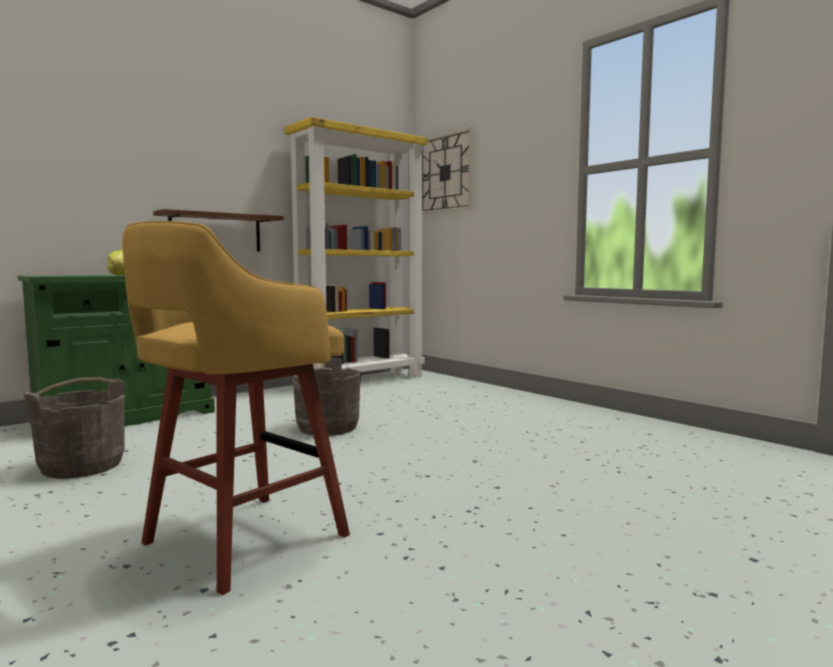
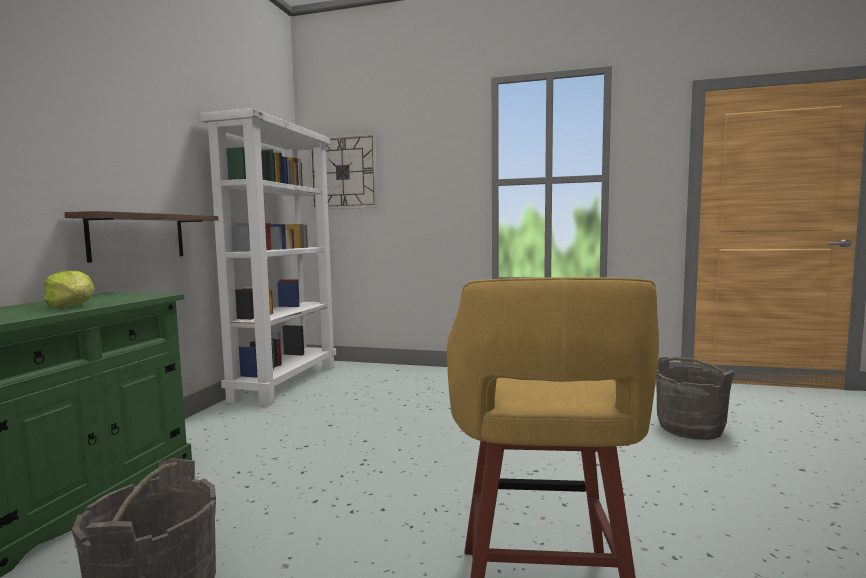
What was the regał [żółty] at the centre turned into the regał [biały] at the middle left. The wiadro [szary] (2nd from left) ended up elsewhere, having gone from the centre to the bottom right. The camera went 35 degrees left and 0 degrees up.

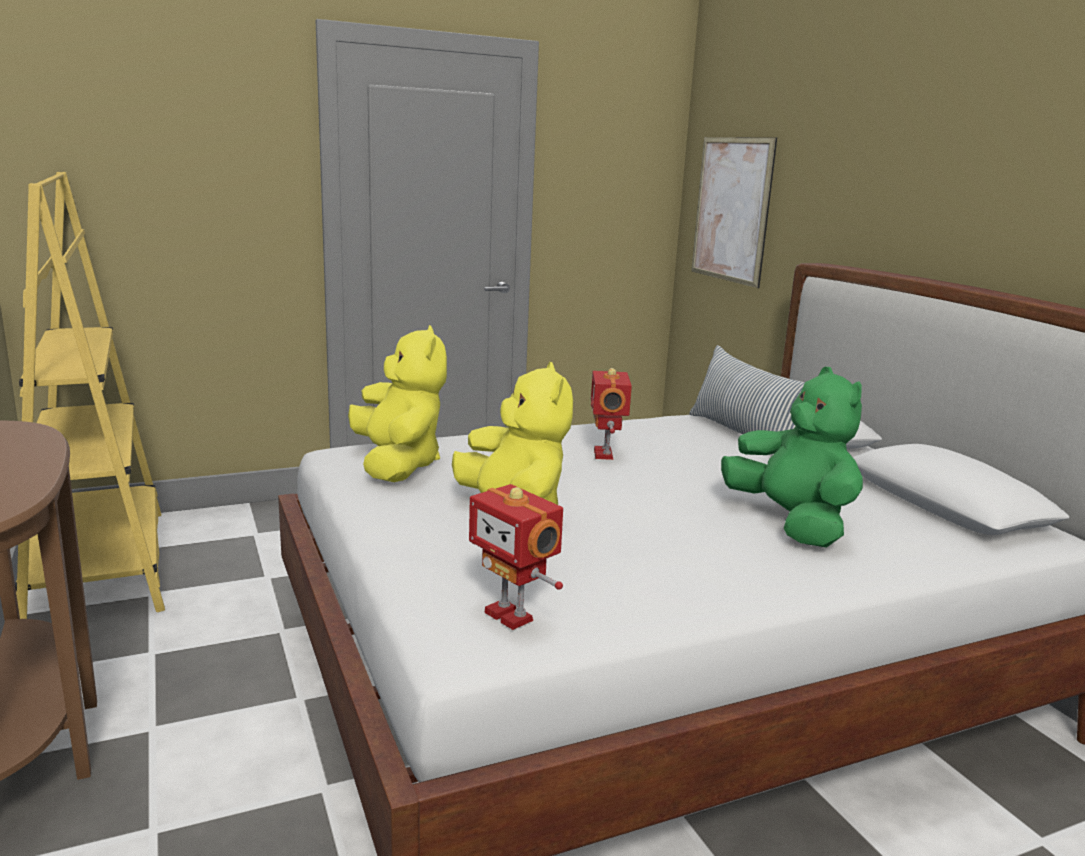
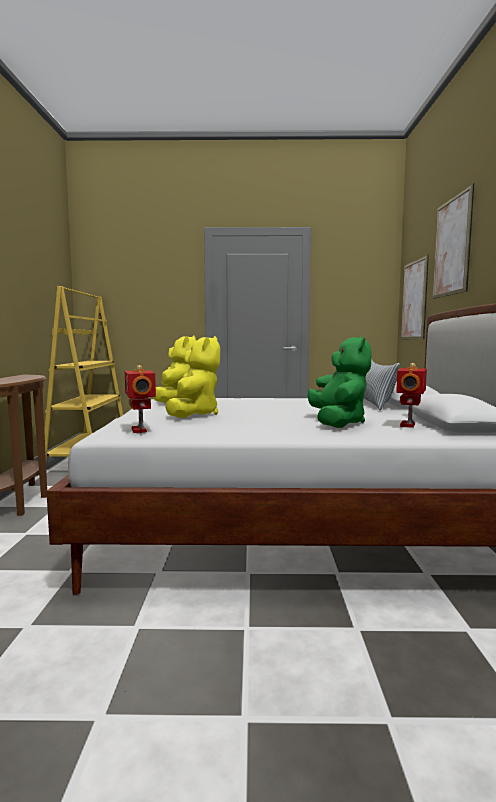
The robot zabawkowy (2nd from left) ended up elsewhere, having gone from the centre to the middle right. The second view gained the obraz (2nd from left) at the top right. The camera went 25 degrees right and 10 degrees down.

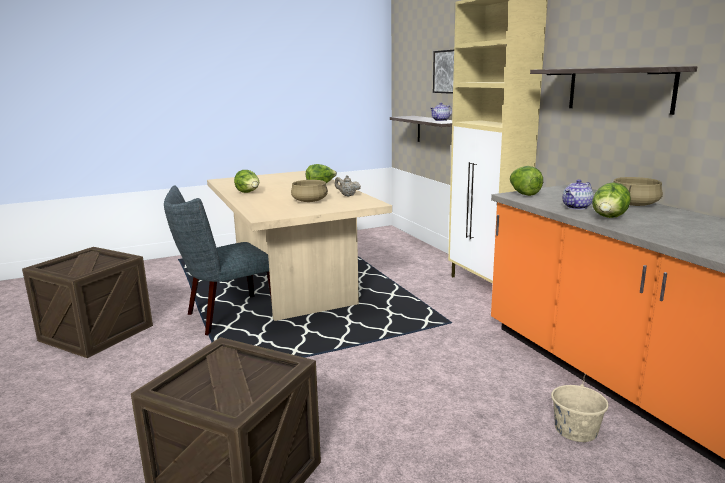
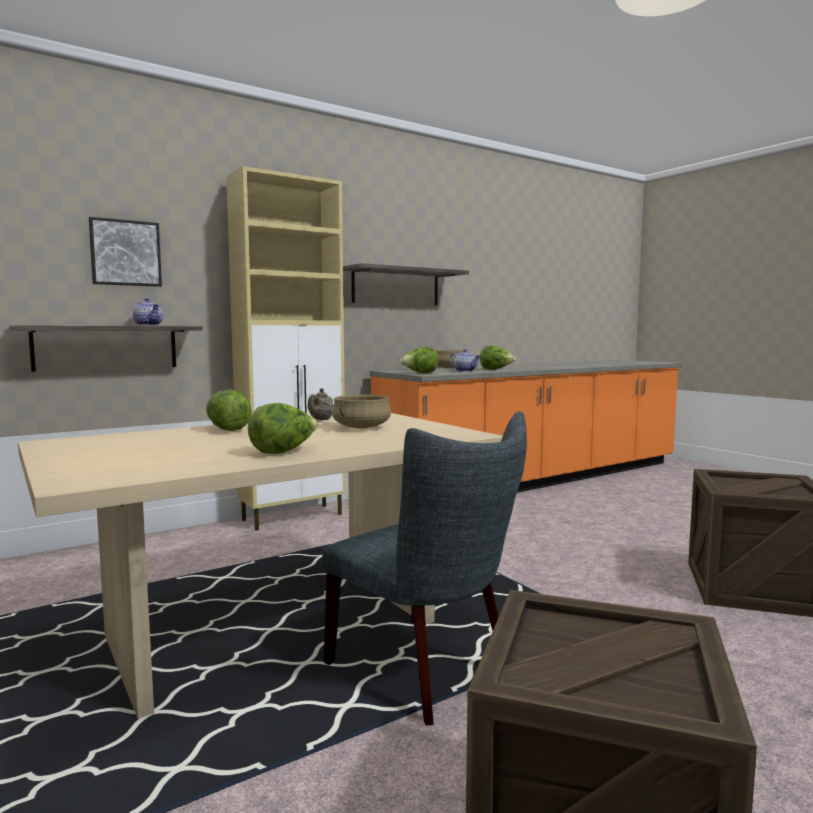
The second view lost the wiadro [beżowy] at the bottom right. The camera went 100 degrees left and 10 degrees down.

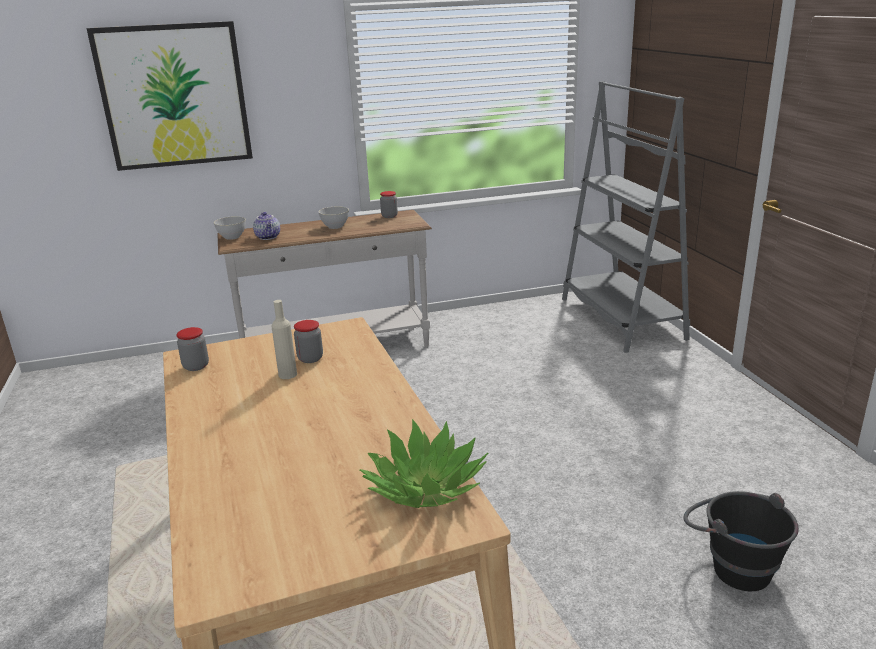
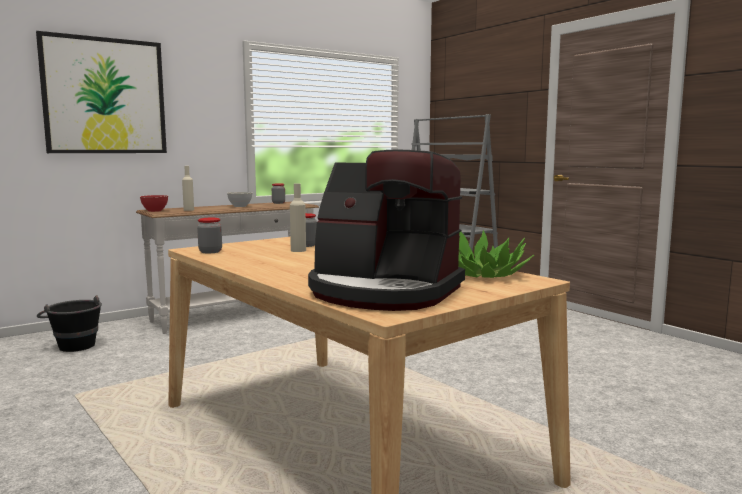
Where the imbryk stood at the middle left, the butelka [beżowy] (1st from left) came to stand at the middle left. What was the miska [szary] (1st from left) at the middle left turned into the miska [czerwony] at the middle left. The wiadro [czarny] ended up elsewhere, having gone from the bottom right to the middle left. The second view gained the ekspres do kawy at the centre. The camera went 20 degrees left and 15 degrees down.

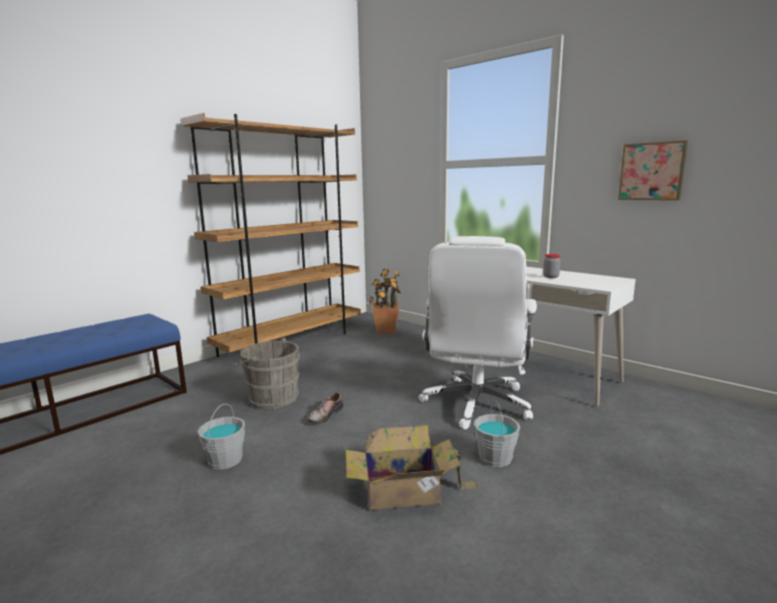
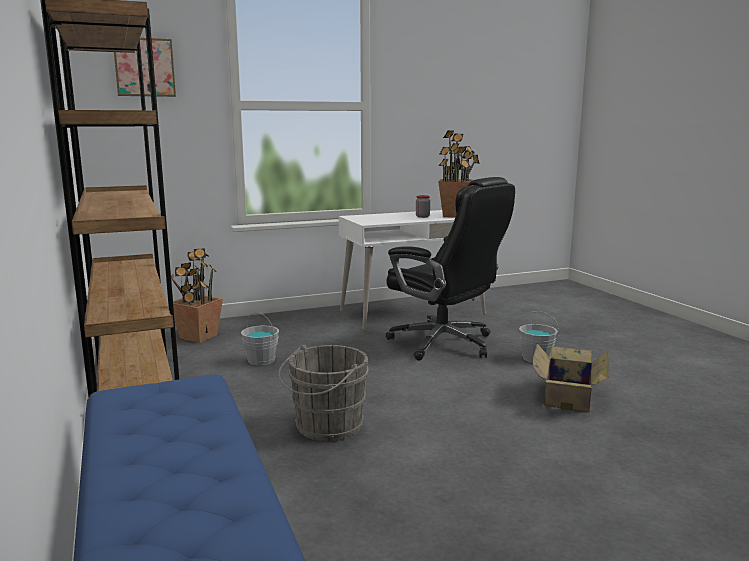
The obraz ended up elsewhere, having gone from the top right to the top left. What was the krzesło biurowe [biały] at the centre turned into the krzesło biurowe [czarny] at the centre. The second view lost the but at the bottom centre. The wiadro [szary] (1st from left) ended up elsewhere, having gone from the bottom left to the centre. The second view gained the roślina doniczkowa (2nd from left) at the top centre. The camera went 65 degrees left and 0 degrees up.

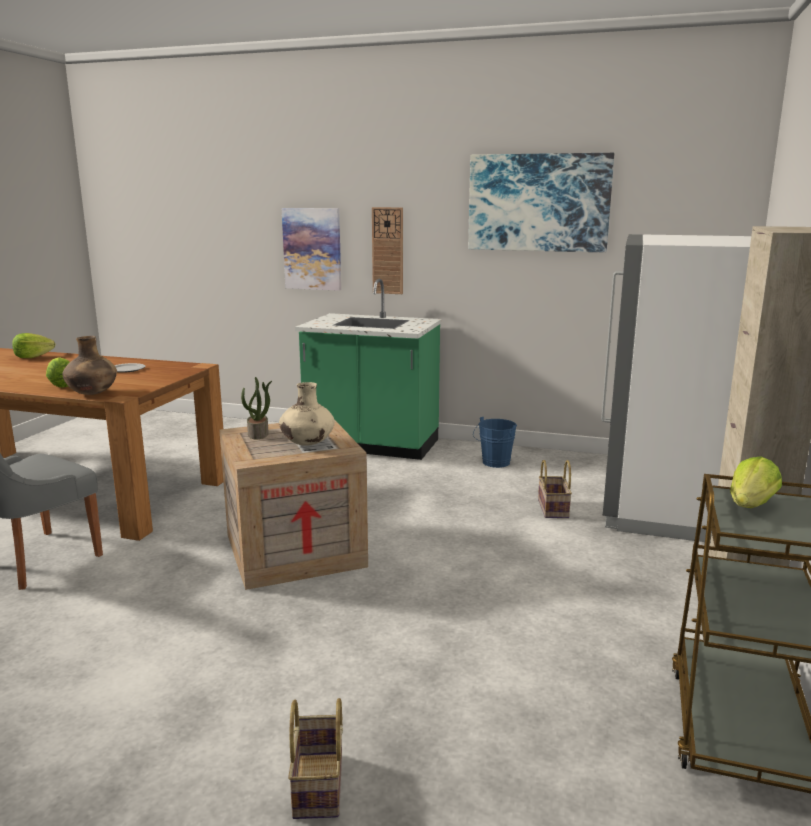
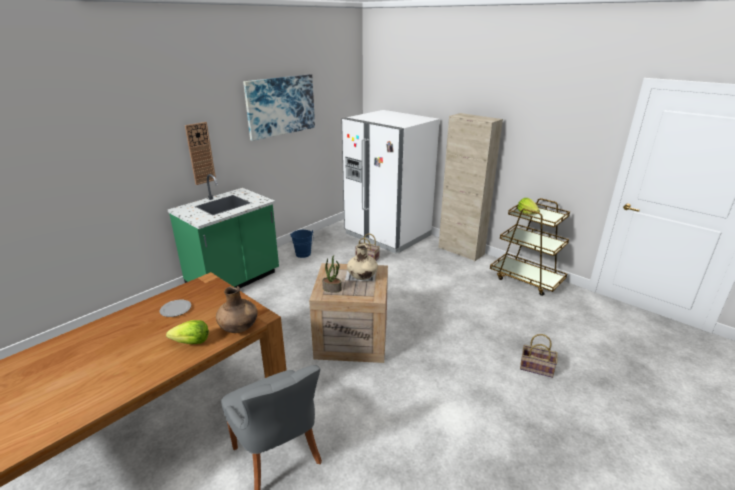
The second view lost the obraz (1st from left) at the top centre. The second view lost the sałata (1st from left) at the middle left. The camera went 65 degrees left and 10 degrees up.

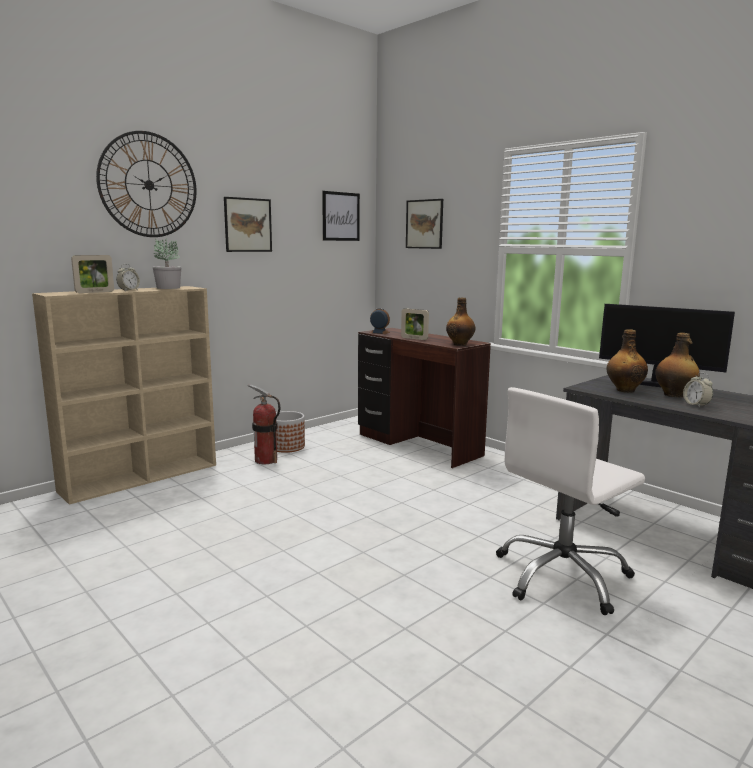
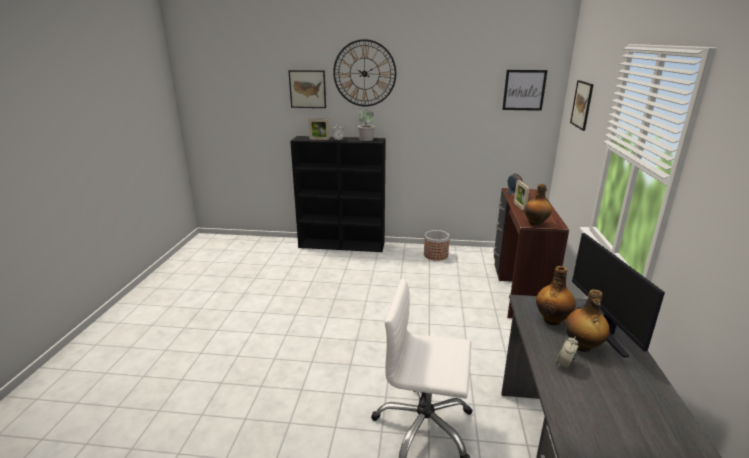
The obraz (1st from left) ended up elsewhere, having gone from the top left to the top centre. What was the regał [beżowy] at the middle left turned into the regał [czarny] at the centre. The second view lost the gaśnica at the centre. The camera went 50 degrees right and 10 degrees up.

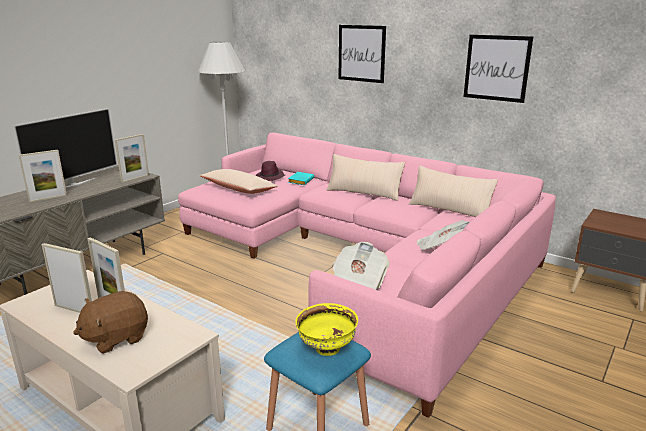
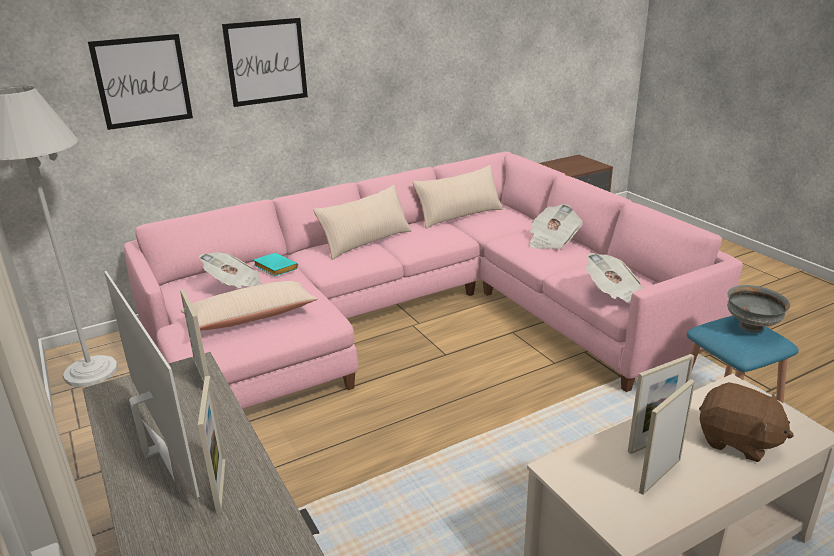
The obraz (2nd from left in the first image) ended up elsewhere, having gone from the top right to the top left. Where the kapelusz [fioletowy] stood at the centre, the gazeta (1st from left) came to stand at the middle left. The pluszak [brązowy] at the bottom left ended up facing another way, 45 degrees counterclockwise from before. What was the miska [żółty] at the bottom centre turned into the miska [szary] at the middle right. The camera went 65 degrees left and 5 degrees up.

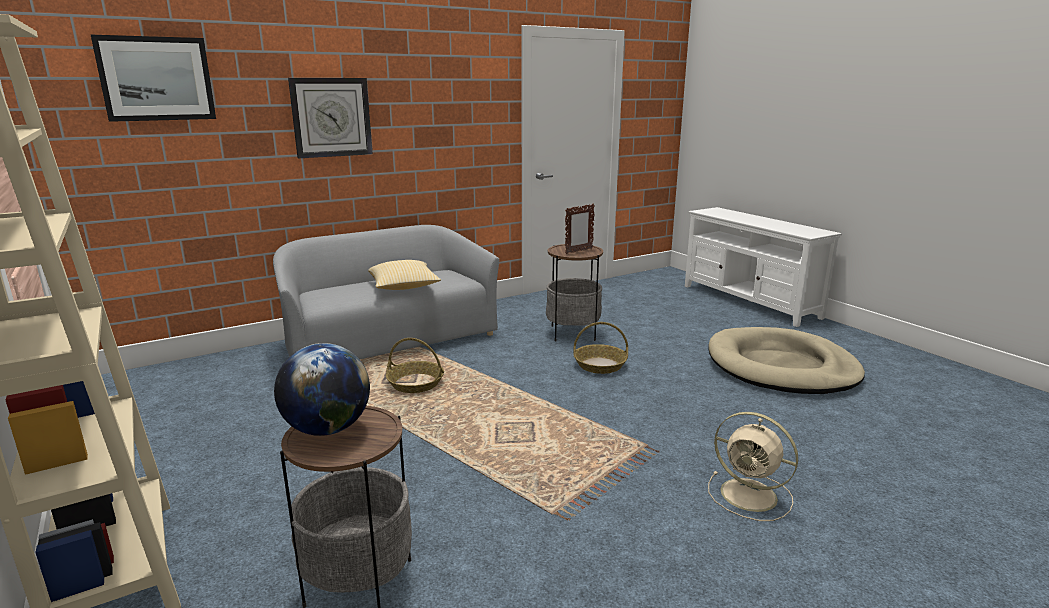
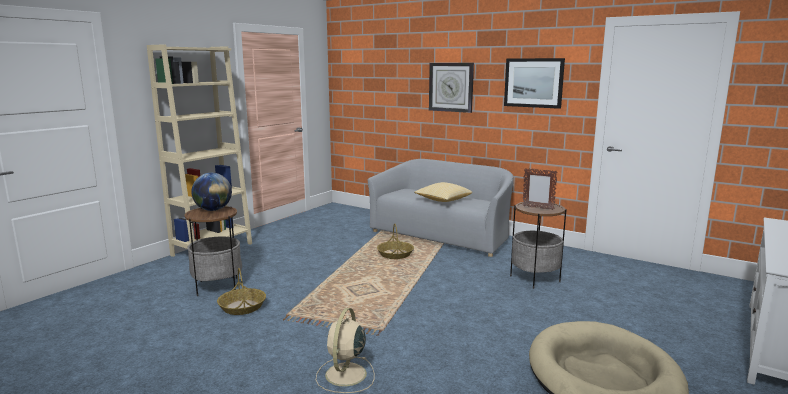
The obraz ended up elsewhere, having gone from the top left to the top right. The koszyk (2nd from left in the first image) ended up elsewhere, having gone from the centre to the bottom left. The camera went 65 degrees right and 5 degrees down.

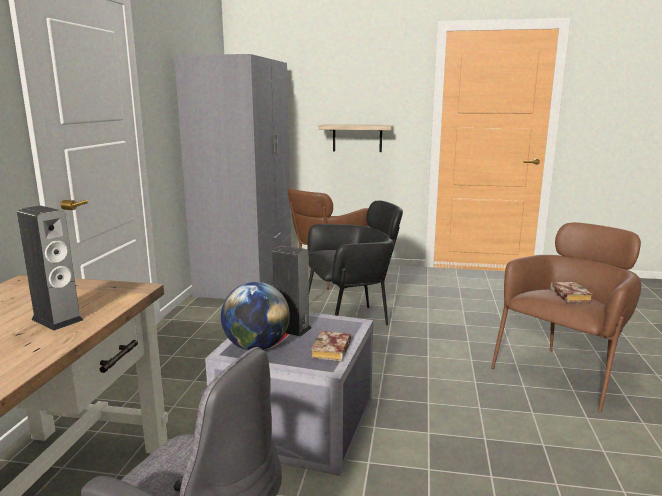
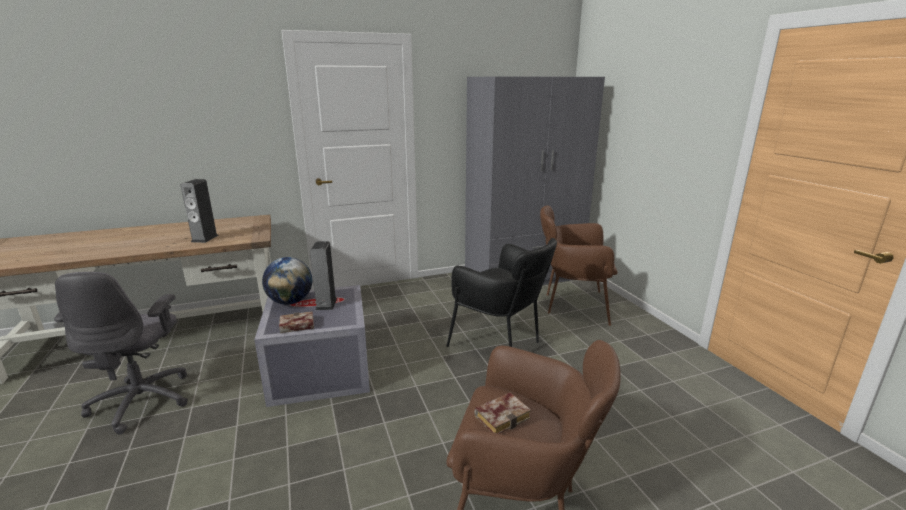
The second view lost the półka at the top centre. The camera went 60 degrees right and 5 degrees up.

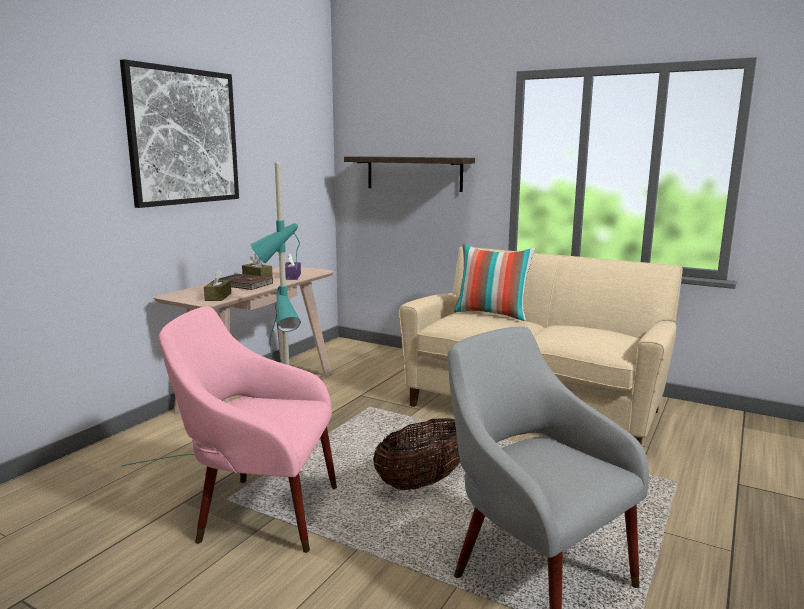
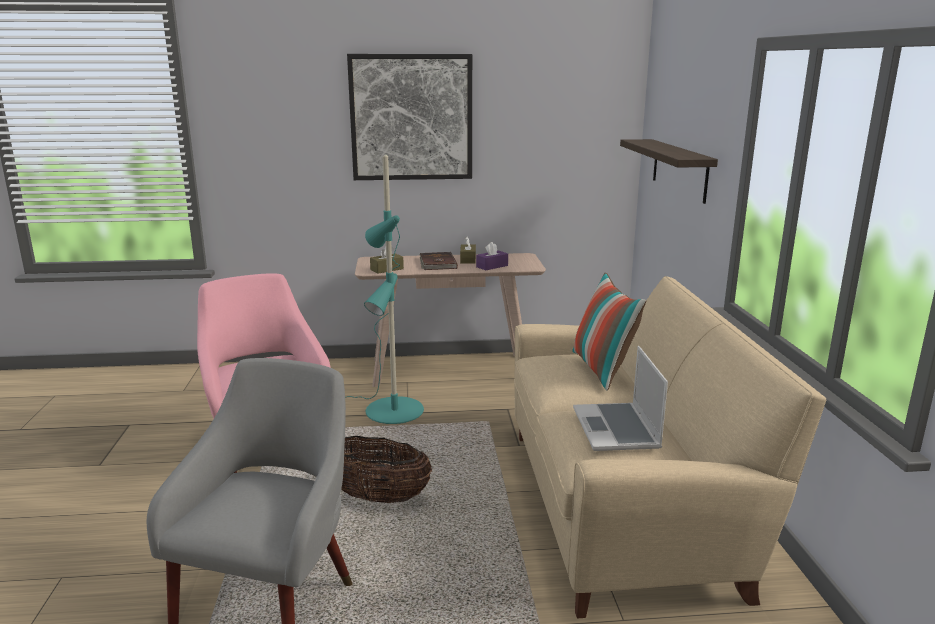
The second view gained the laptop at the centre. The camera went 55 degrees right and 5 degrees up.

